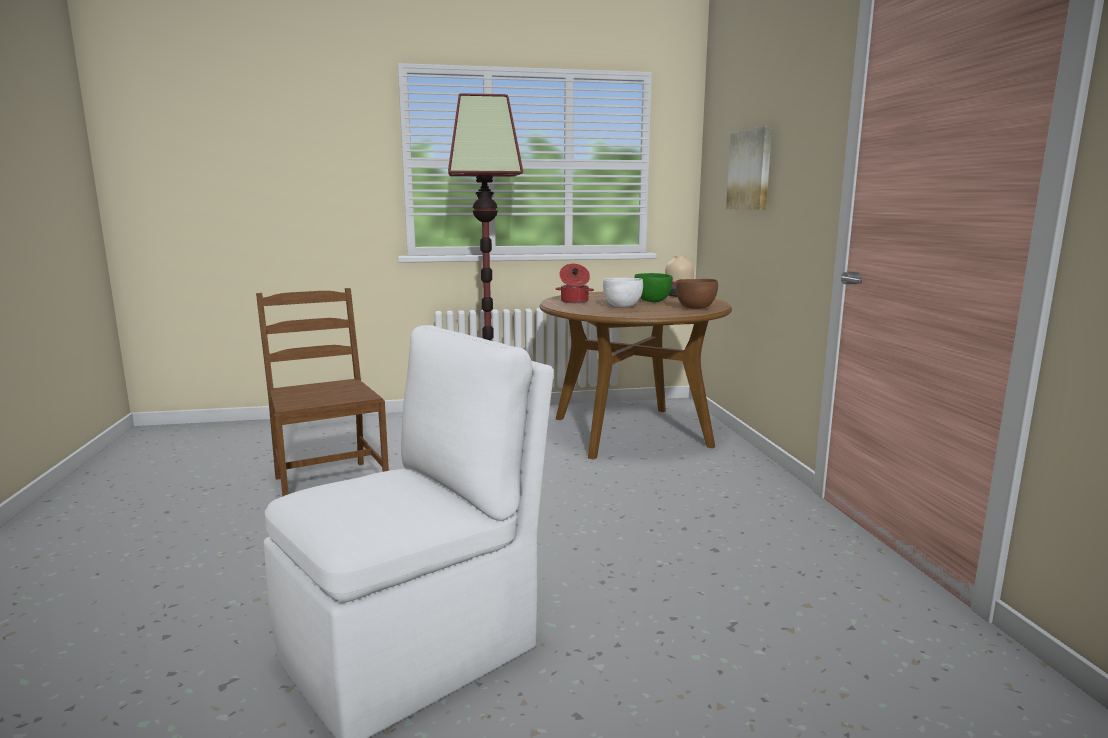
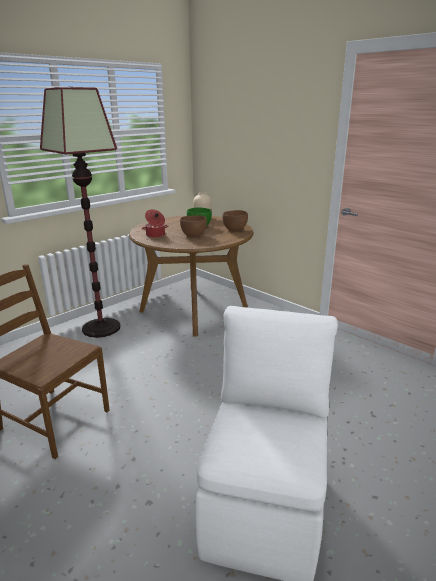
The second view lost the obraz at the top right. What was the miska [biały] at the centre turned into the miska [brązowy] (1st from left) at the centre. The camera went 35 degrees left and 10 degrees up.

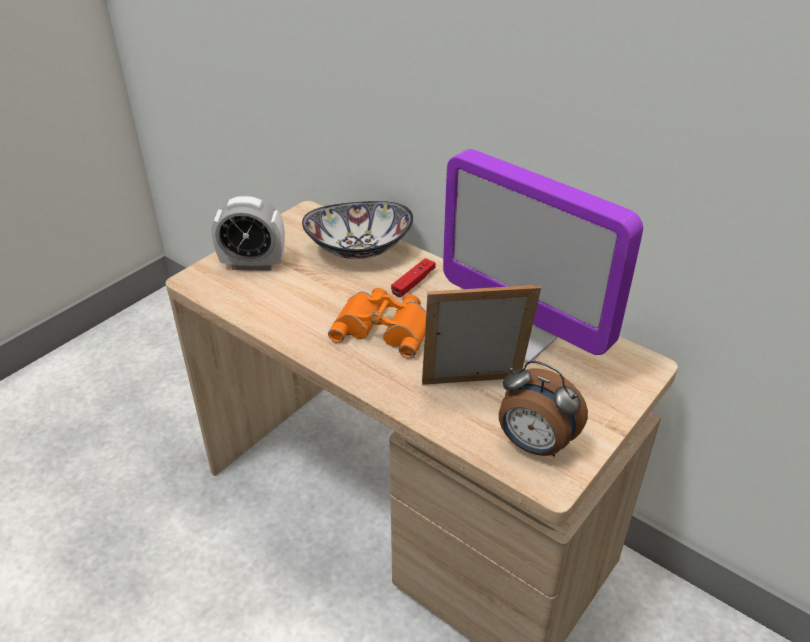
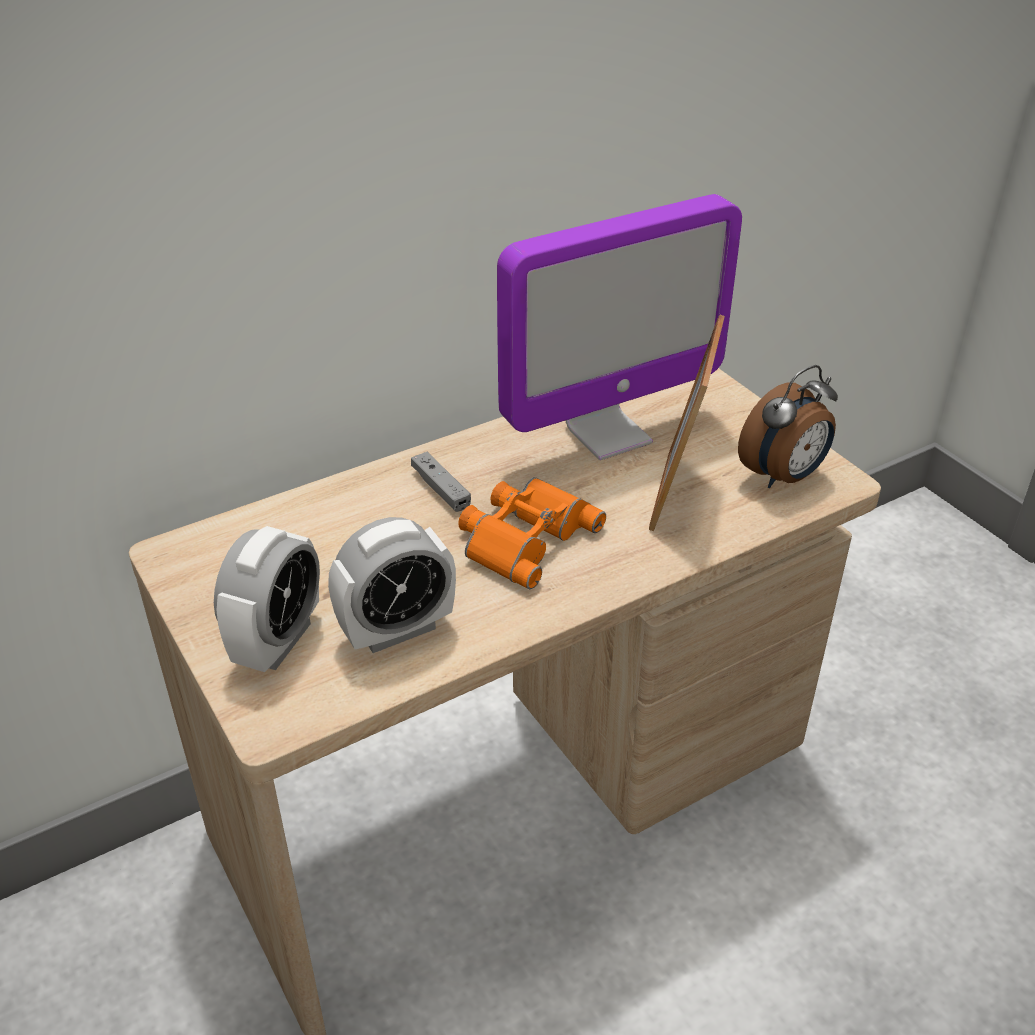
The second view lost the miska at the centre. What was the pad do gier [czerwony] at the centre turned into the pad do gier [szary] at the centre. The second view gained the budzik (2nd from left) at the centre. The camera went 70 degrees left and 0 degrees up.

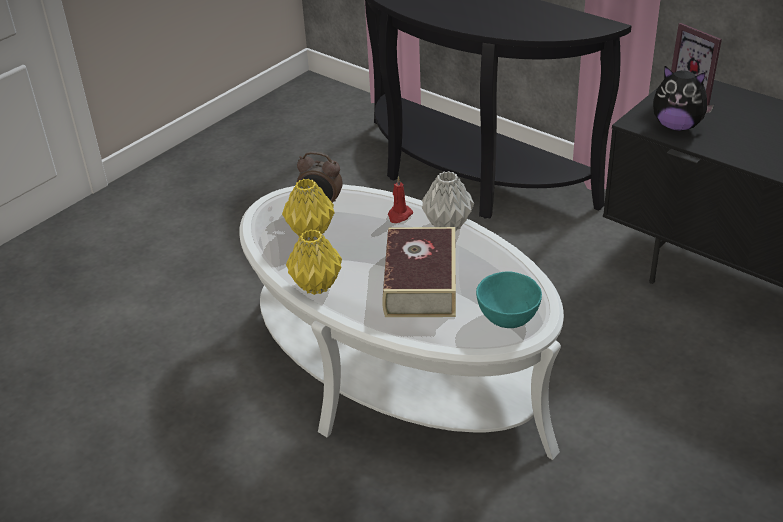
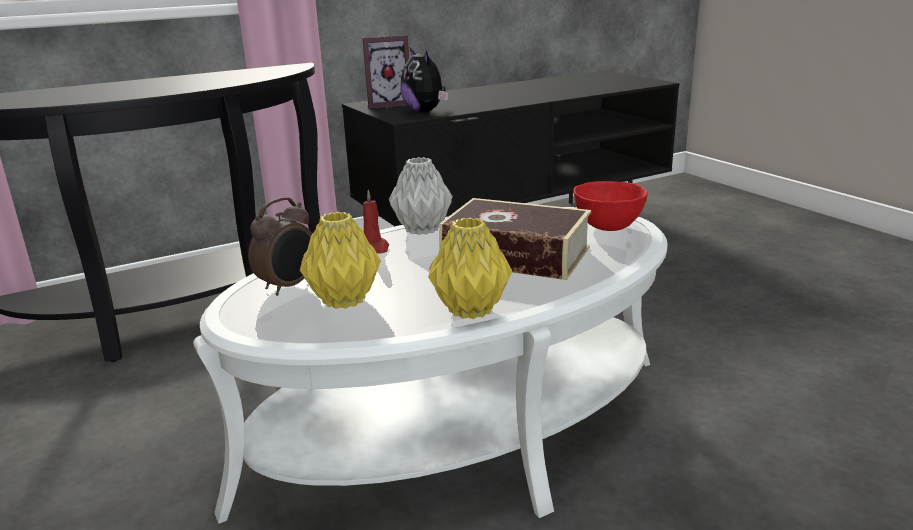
The pluszak at the top right ended up facing another way, 105 degrees clockwise from before. What was the miska [turkusowy] at the centre turned into the miska [czerwony] at the middle right. The camera went 70 degrees left and 15 degrees down.

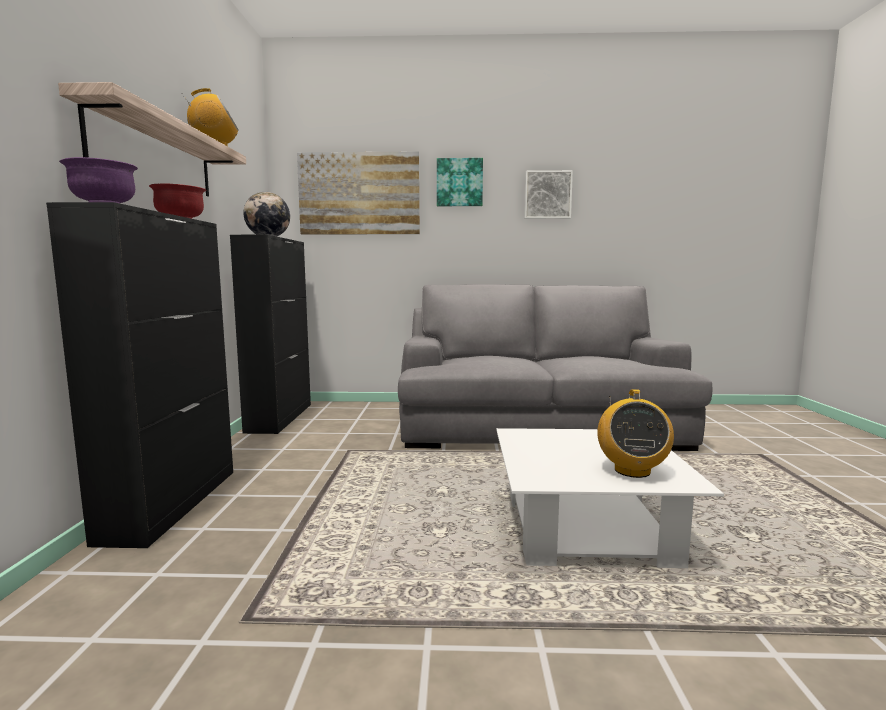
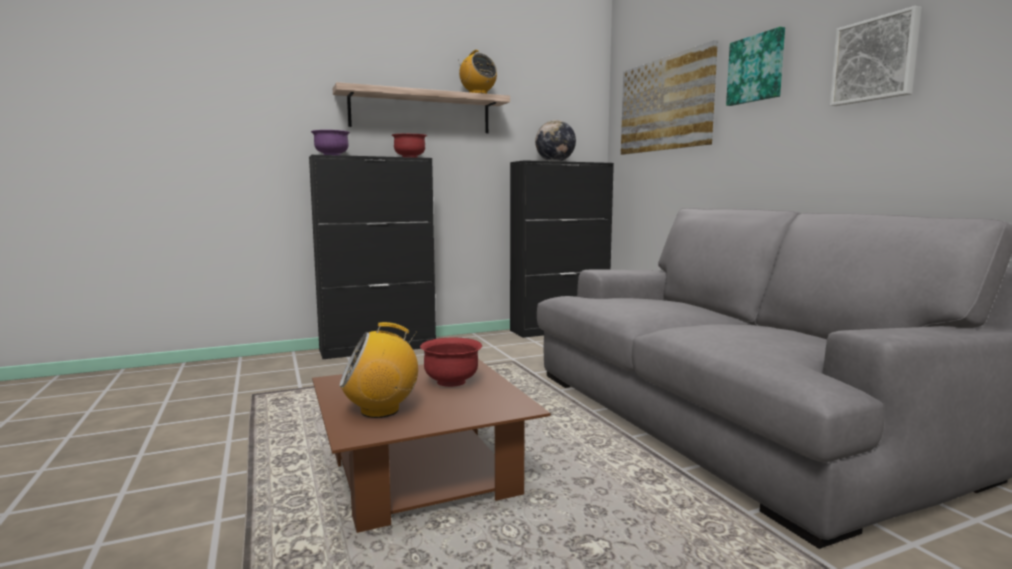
What was the ława [biały] at the bottom right turned into the ława [brązowy] at the bottom centre. The second view gained the miska [czerwony] (2nd from left) at the centre. The camera went 65 degrees right and 0 degrees up.

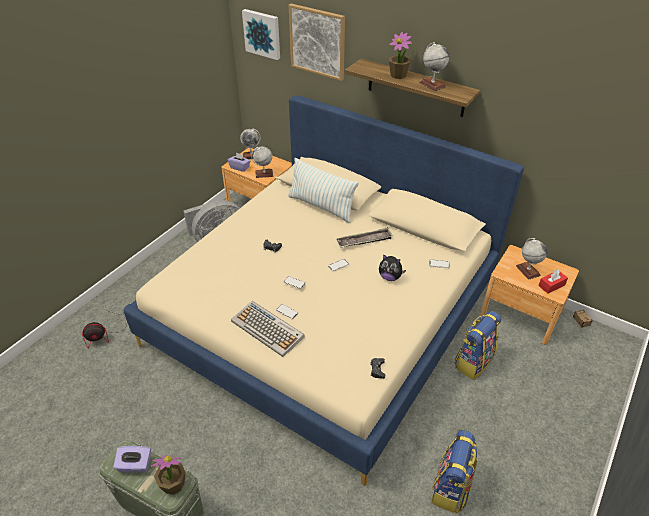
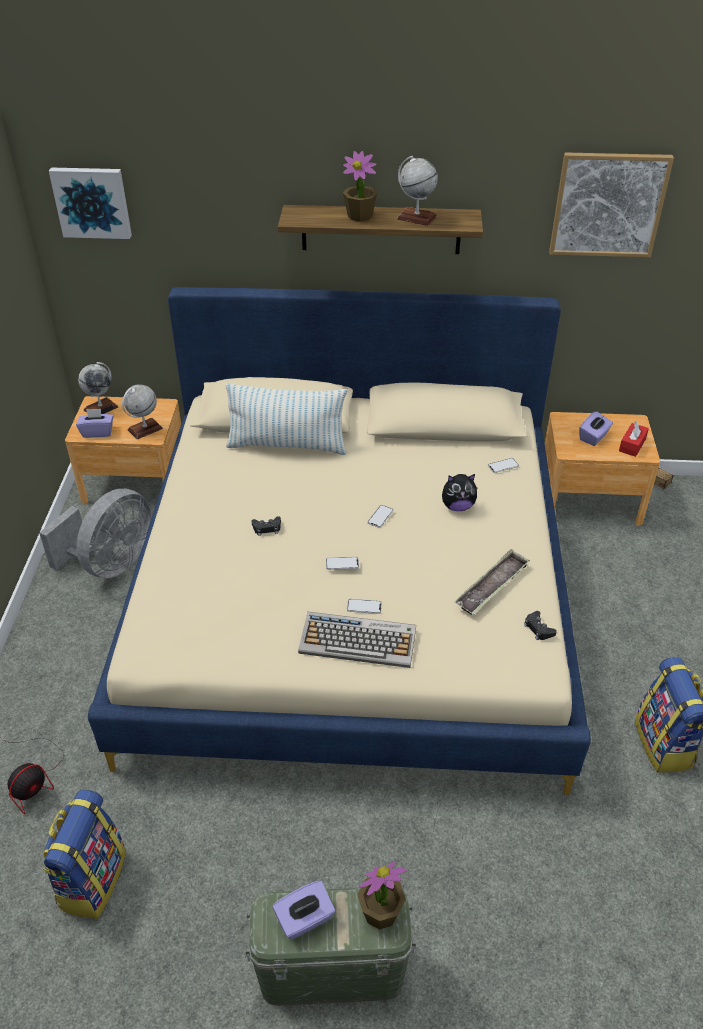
The obraz (2nd from left) ended up elsewhere, having gone from the top centre to the top right. The taca ended up elsewhere, having gone from the centre to the middle right. Where the globus (4th from left) stood at the middle right, the pudełko chusteczek [fioletowy] (3rd from left) came to stand at the middle right. The plecak (2nd from left in the first image) ended up elsewhere, having gone from the bottom right to the bottom left. The camera went 30 degrees left and 0 degrees up.

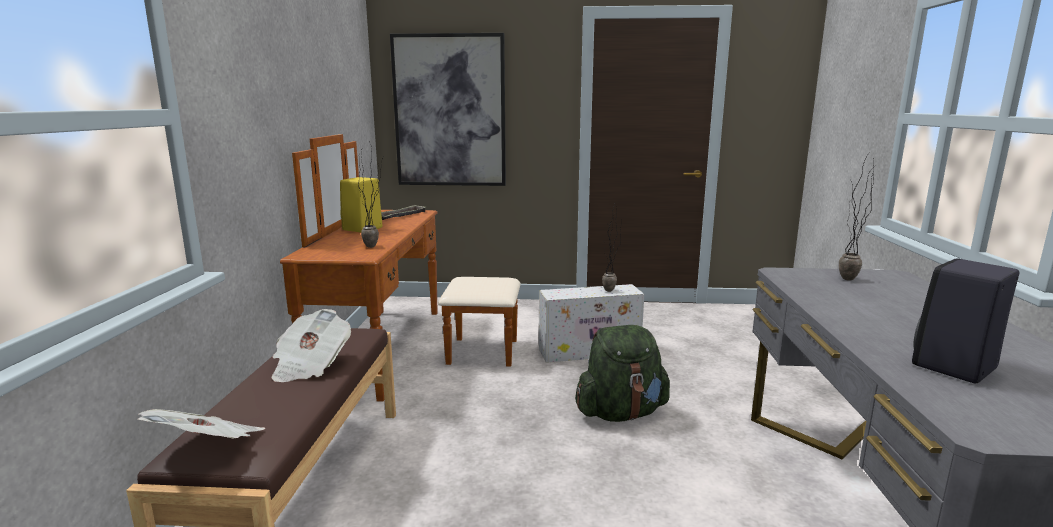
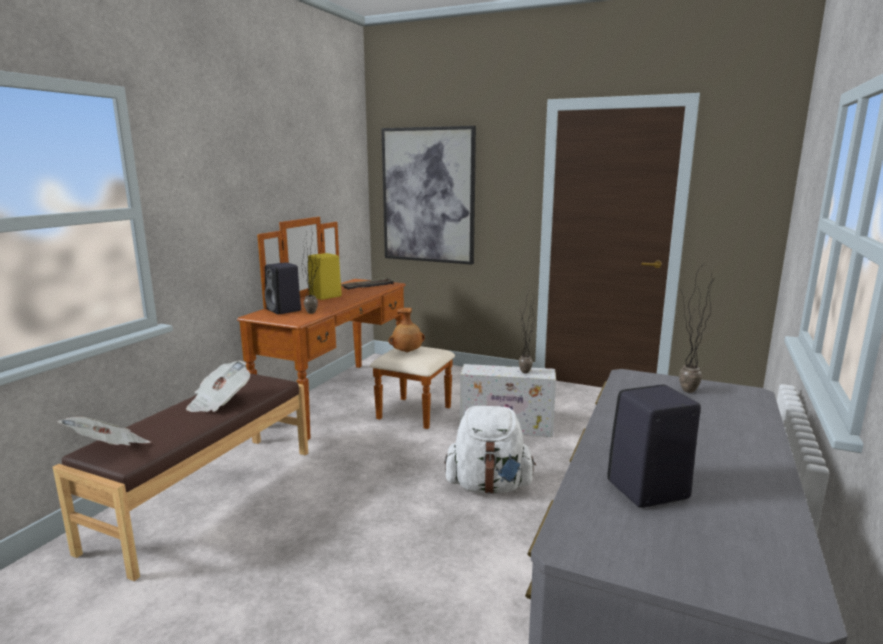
What was the plecak [zielony] at the bottom centre turned into the plecak [biały] at the bottom centre. The second view gained the głośnik [czarny] (1st from left) at the middle left. The second view gained the wazon [brązowy] at the centre. The camera went 20 degrees right and 0 degrees up.

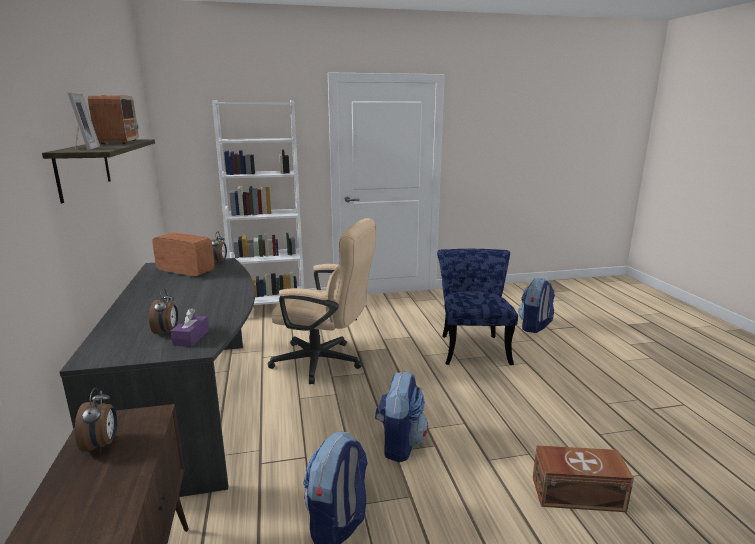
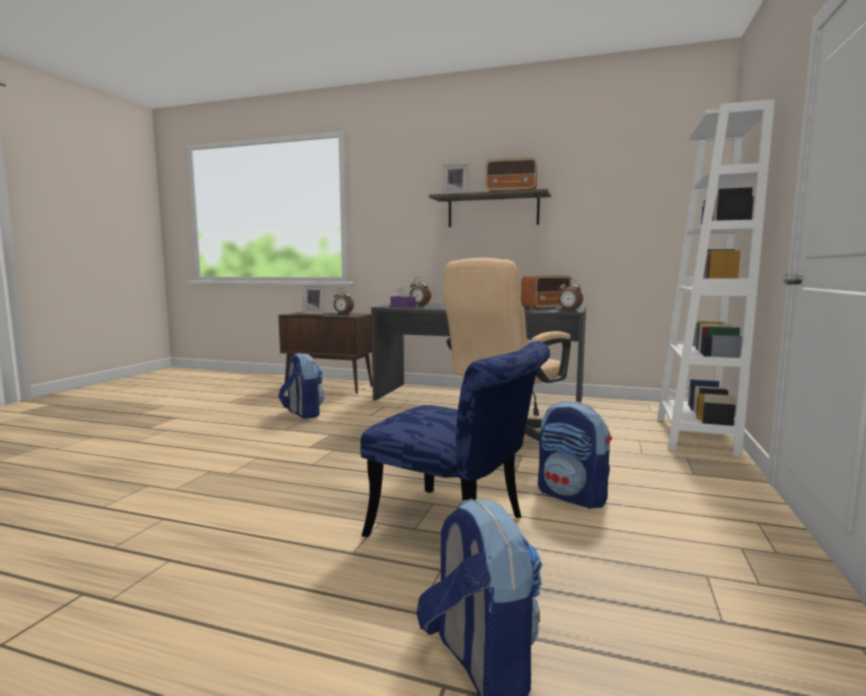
The plecak (2nd from left in the first image) ended up elsewhere, having gone from the bottom centre to the centre. The second view lost the pojemnik do przechowywania [brązowy] at the bottom right. The second view gained the ramka na zdjęcie (1st from left) at the centre. The camera went 120 degrees right and 10 degrees down.

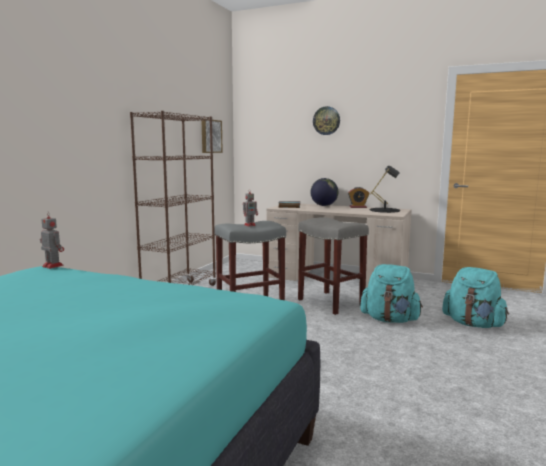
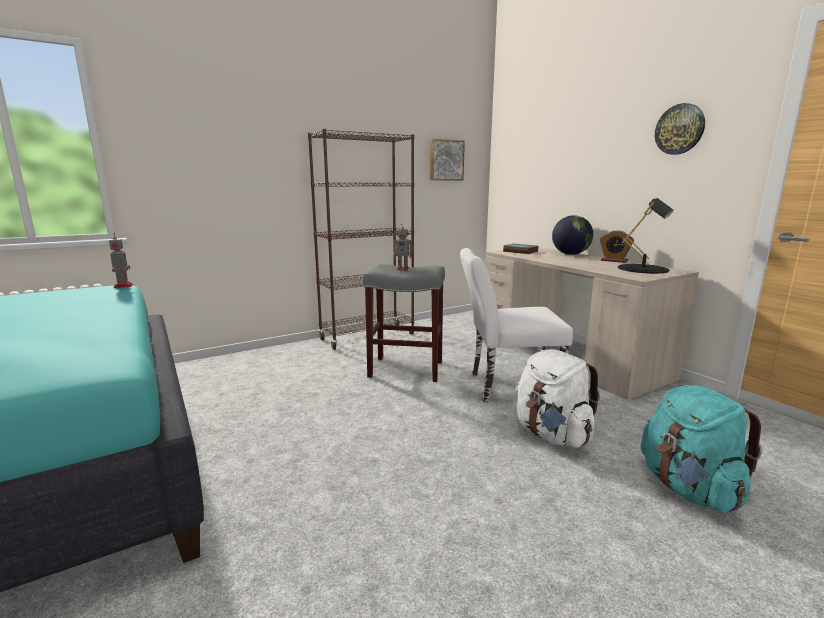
The zegar ścienny ended up elsewhere, having gone from the top centre to the top right. Where the stołek [szary] (2nd from left) stood at the centre, the krzesło [biały] came to stand at the centre. What was the plecak [turkusowy] (1st from left) at the middle right turned into the plecak [biały] at the middle right. The camera went 35 degrees right and 5 degrees up.

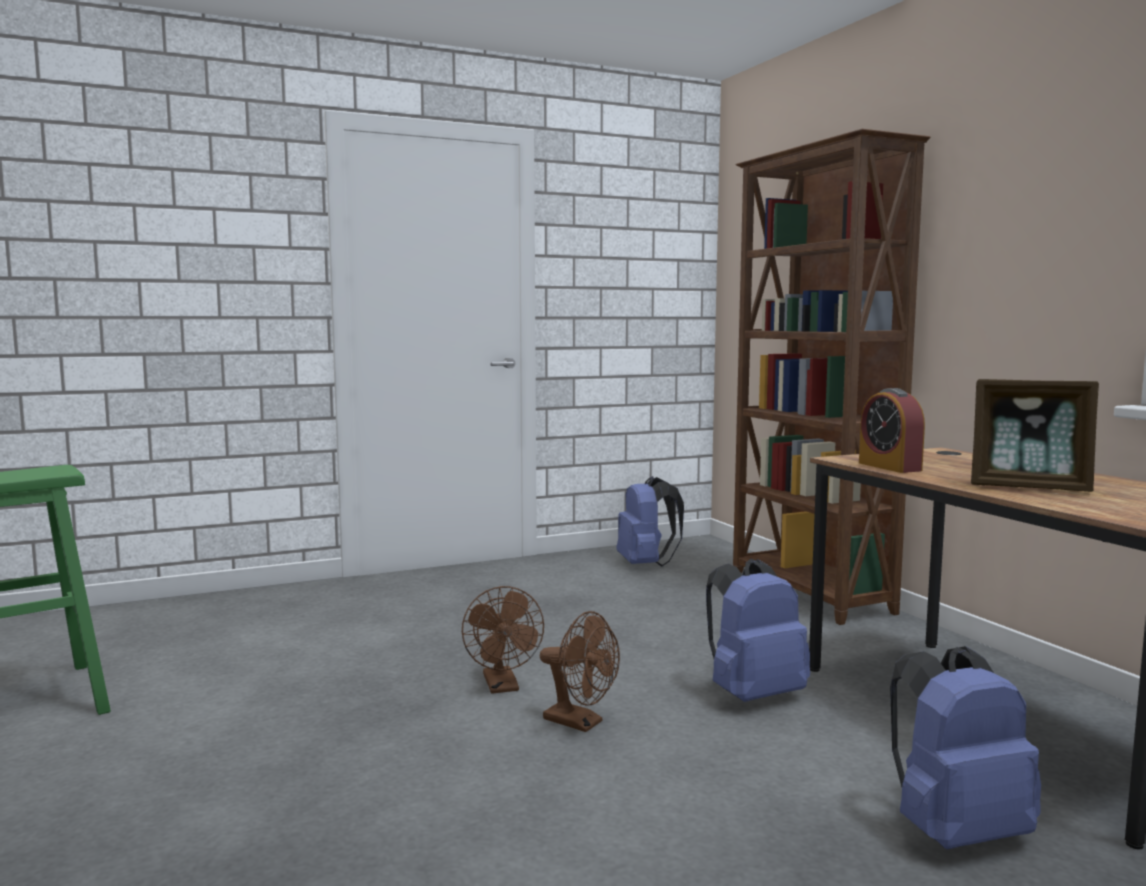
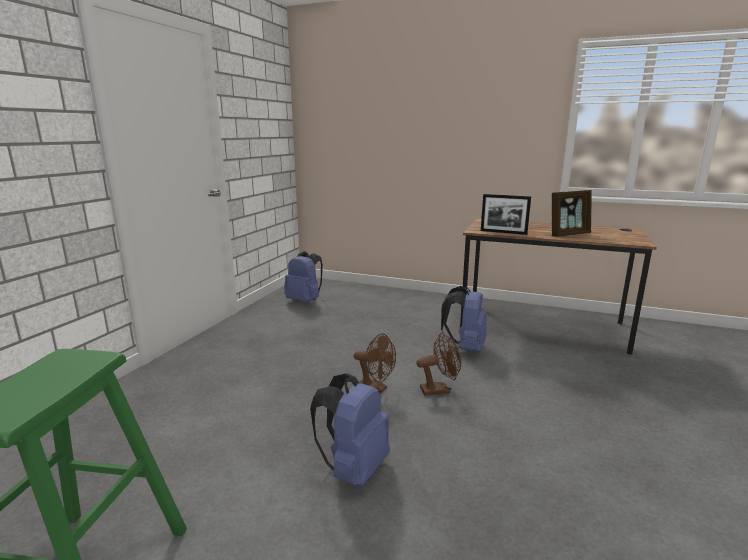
The second view lost the regał [brązowy] at the middle right. Where the budzik stood at the middle right, the ramka na zdjęcie (1st from left) came to stand at the middle right. The plecak [niebieski] (3rd from left in the first image) ended up elsewhere, having gone from the bottom right to the bottom centre. The camera went 45 degrees left and 10 degrees up.

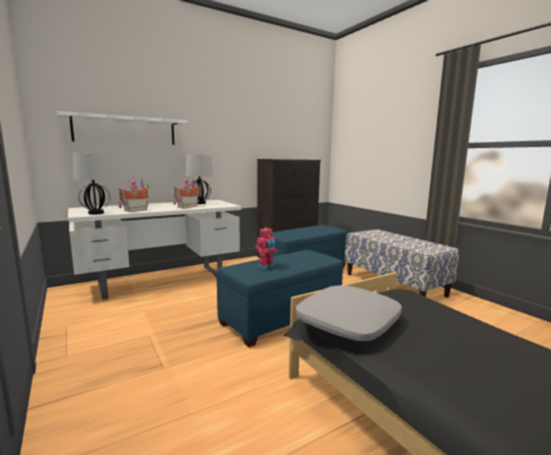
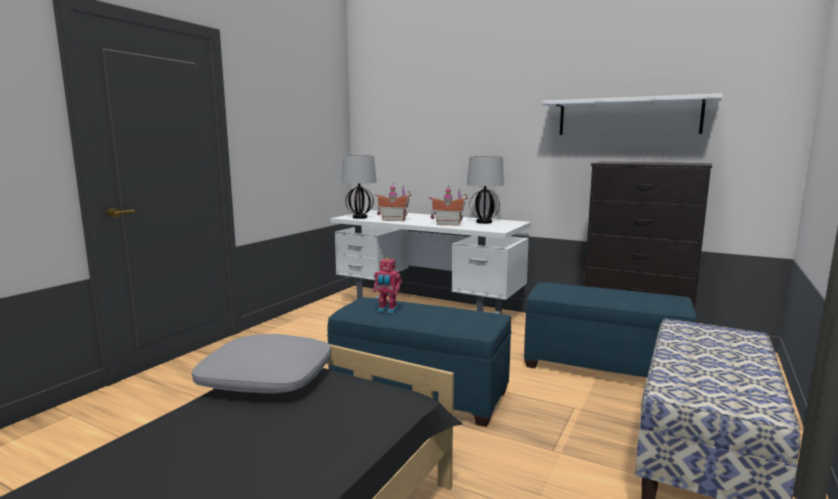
The półka [biały] ended up elsewhere, having gone from the top left to the top right. The camera went 60 degrees right and 0 degrees up.

